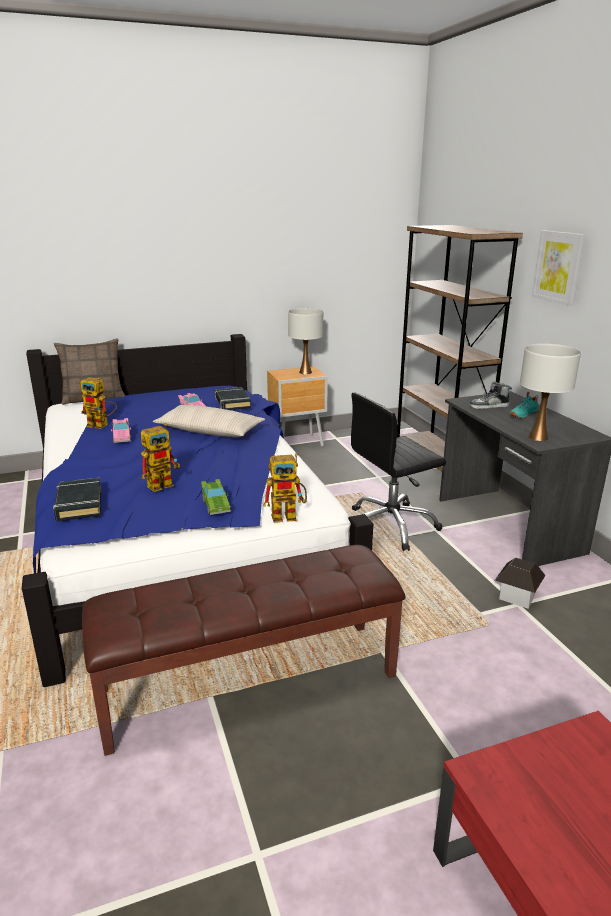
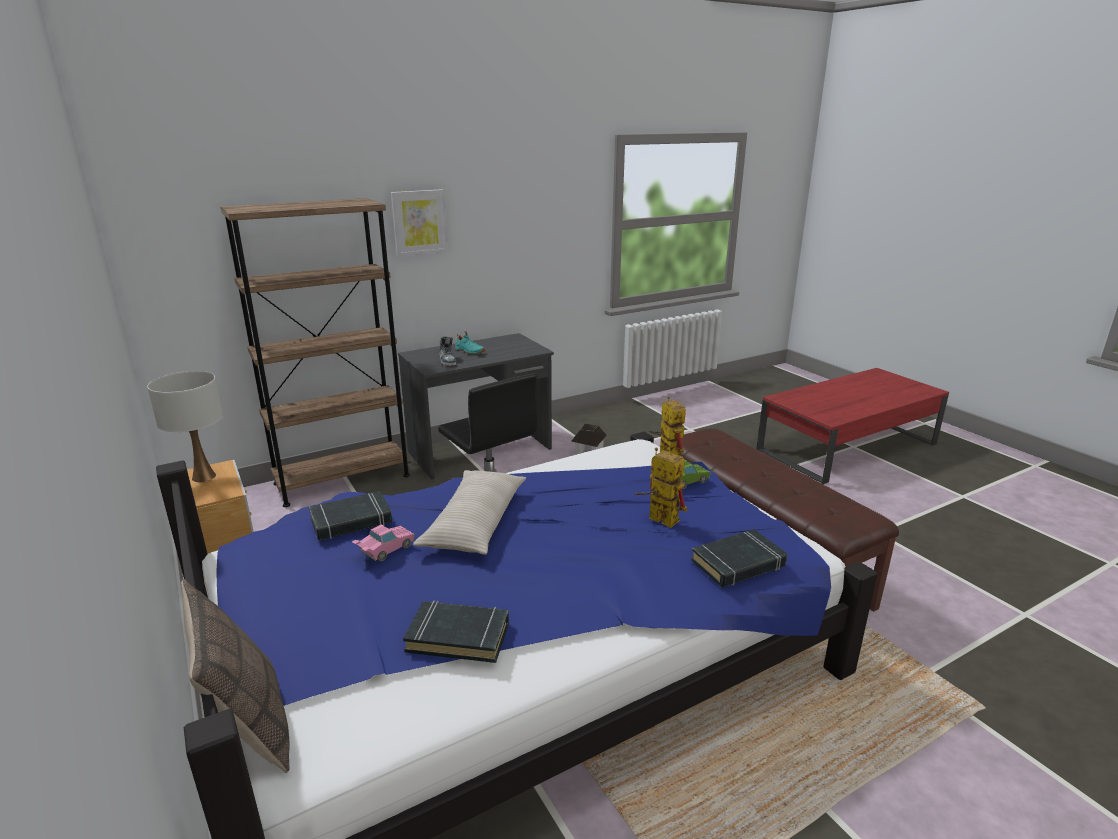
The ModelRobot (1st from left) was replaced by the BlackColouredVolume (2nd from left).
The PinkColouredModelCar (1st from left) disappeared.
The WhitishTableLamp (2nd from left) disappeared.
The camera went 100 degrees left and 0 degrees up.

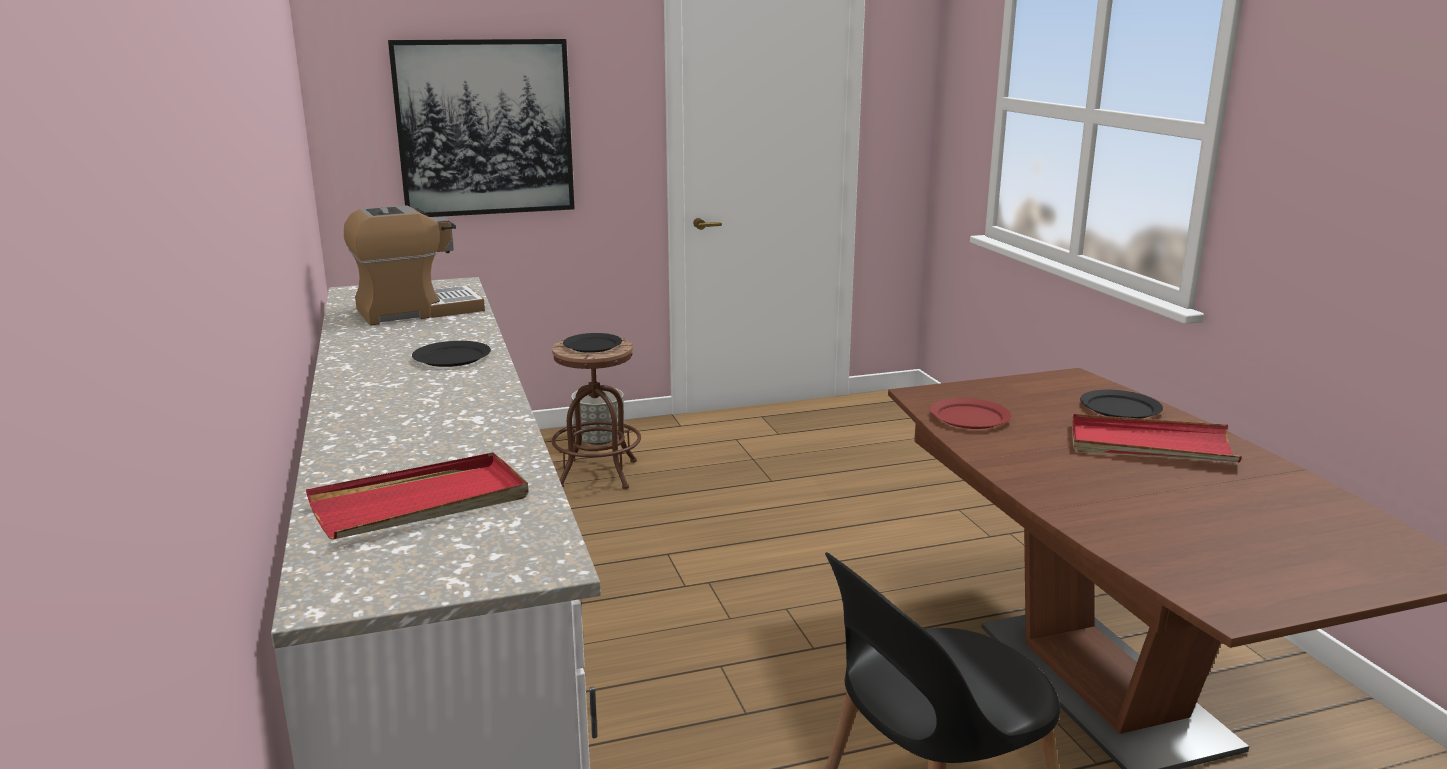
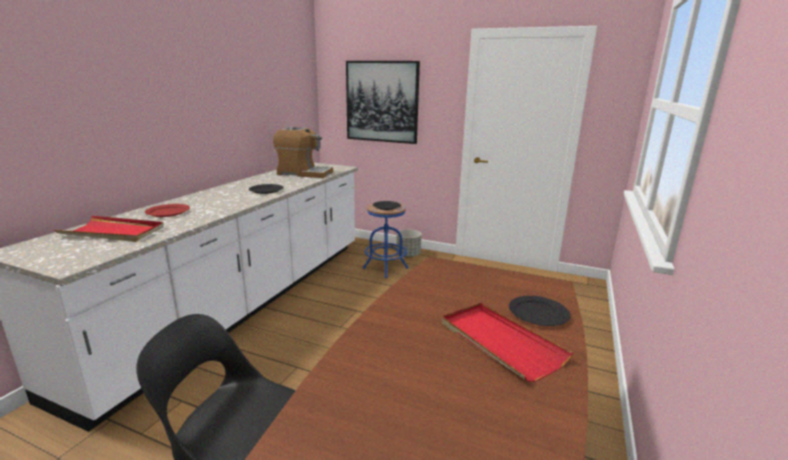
The BrownishStoolSeat became the BluishStoolSeat.
The RedPlate moved.
The camera went 40 degrees right and 0 degrees up.

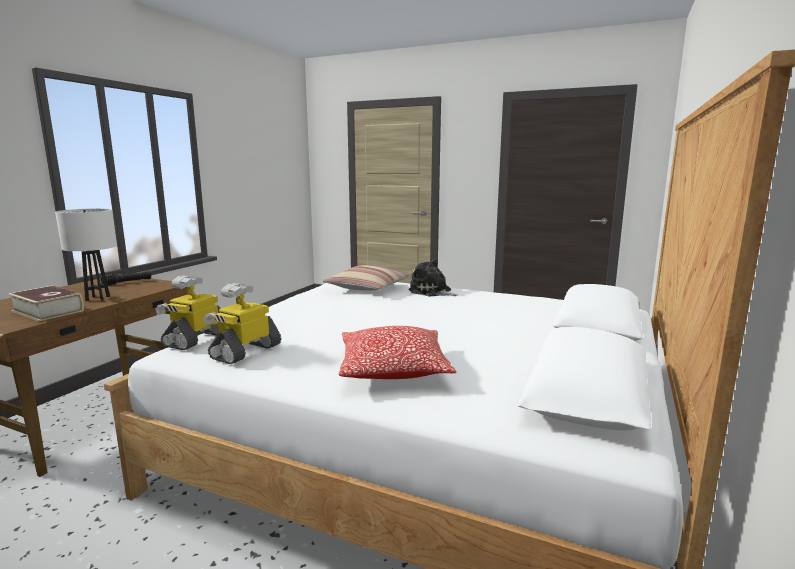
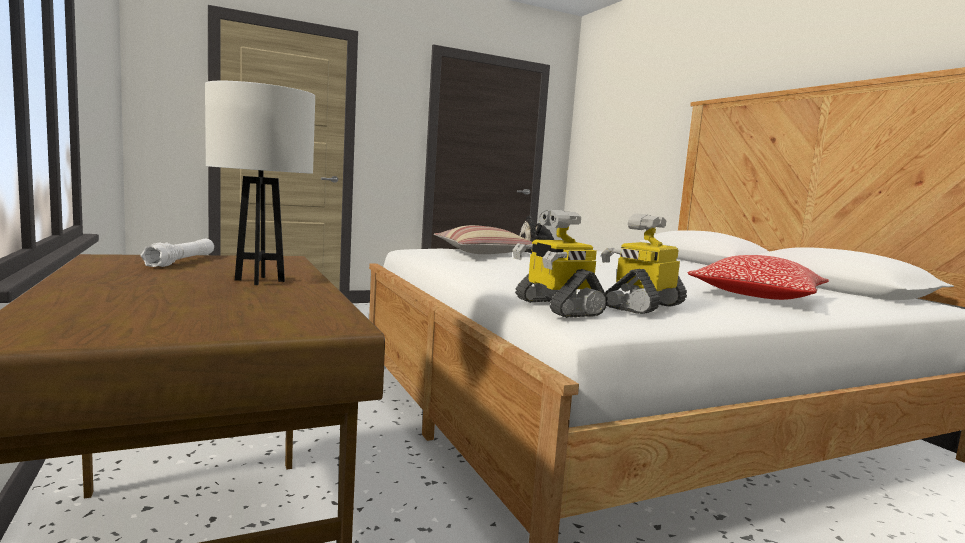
The Volume disappeared.
The BlackColouredTorch became the WhitishTorch.
The ModelRobot (2nd from left) turned 60 degrees clockwise.
The camera went 50 degrees left and 5 degrees down.

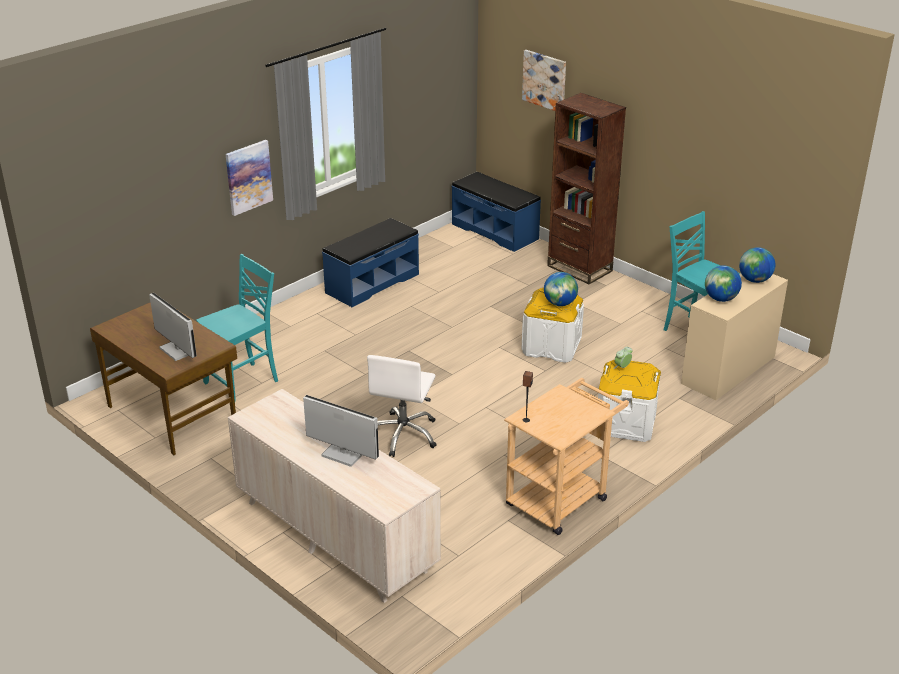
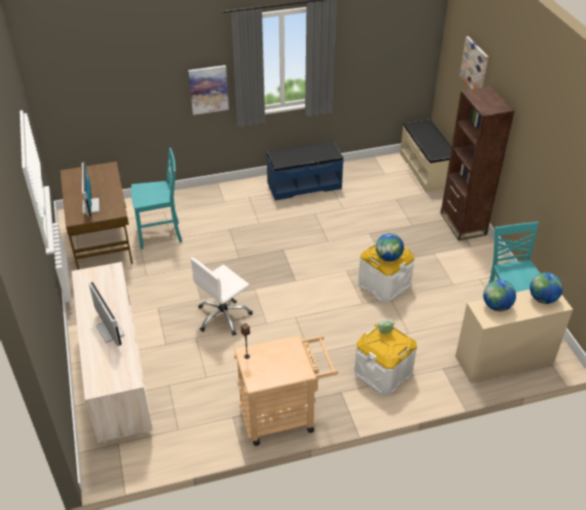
The BluishLongSeat (2nd from left) became the BeigeColouredLongSeat.
The camera went 30 degrees right and 10 degrees up.

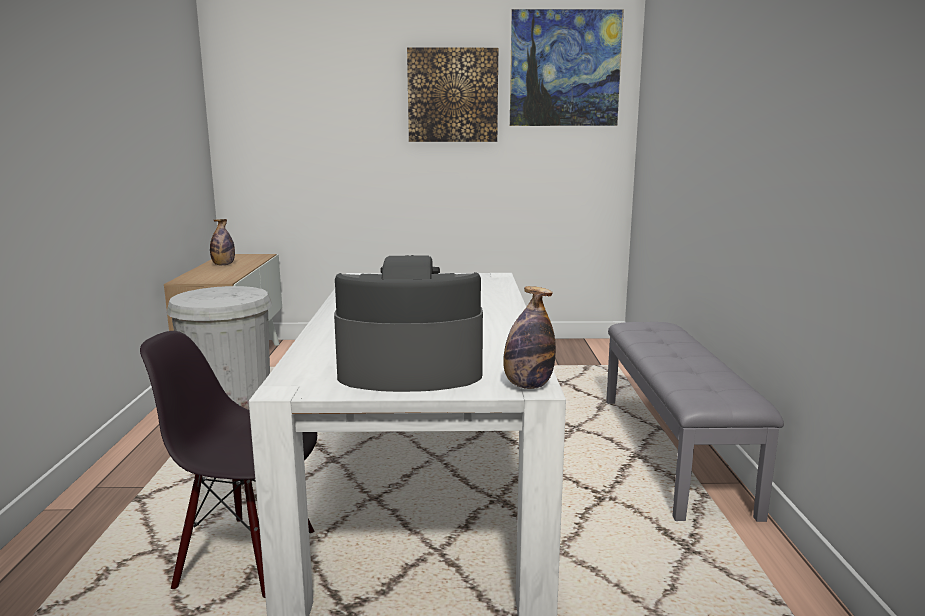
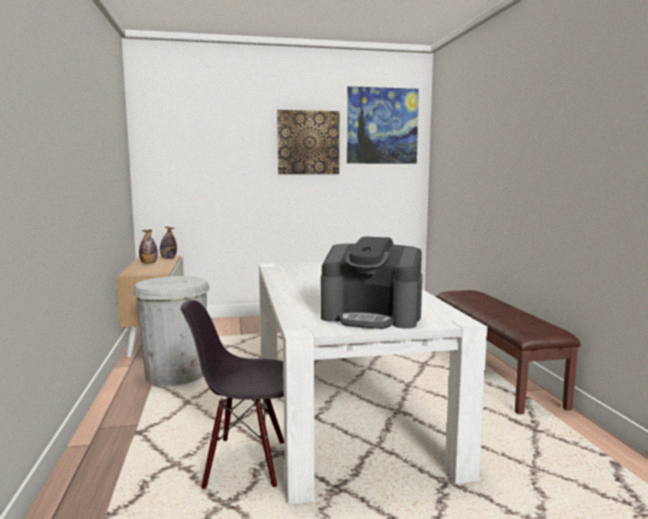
The CoffeeMachine turned 150 degrees counterclockwise.
The BeverageBottle (2nd from left) moved.
The GrayLongSeat became the BrownishLongSeat.
The camera went 10 degrees left and 5 degrees down.

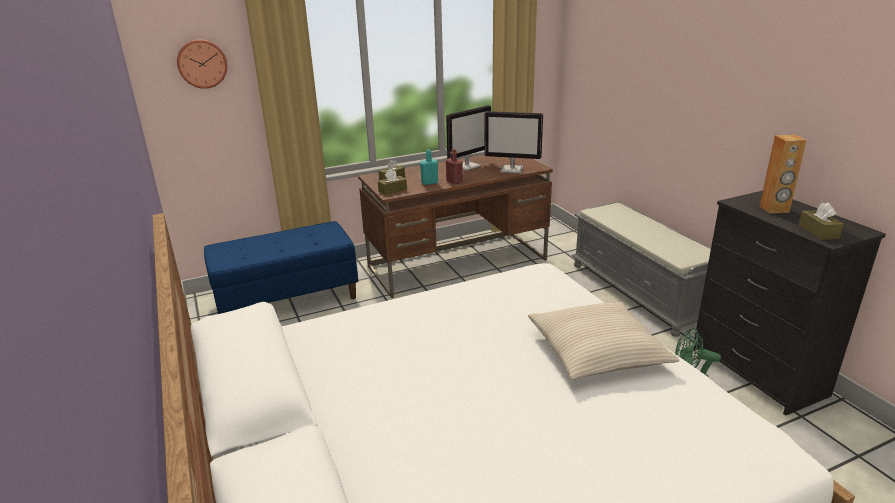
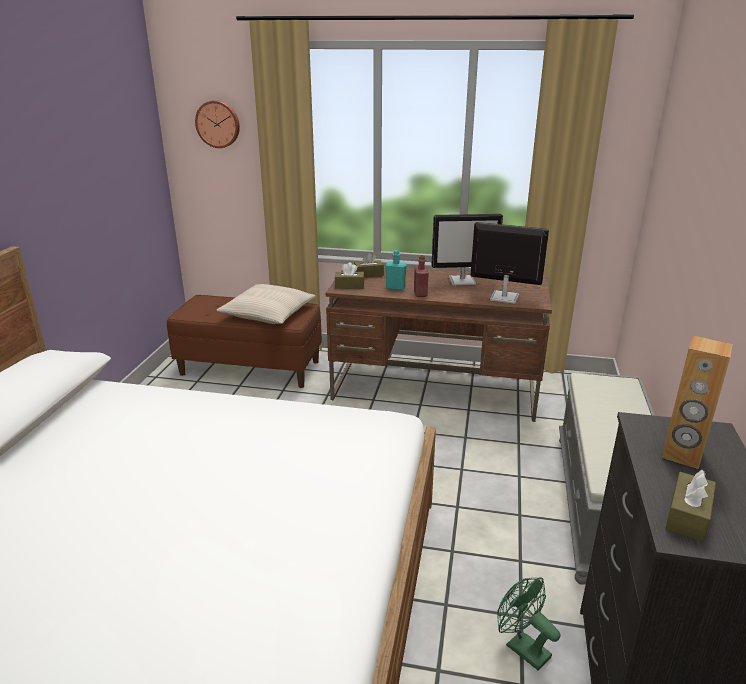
The BluishLongSeat became the BrownishLongSeat.
The Monitor (2nd from left) turned 150 degrees clockwise.
The BeigeColouredPillow moved.
The camera went 35 degrees right and 0 degrees up.

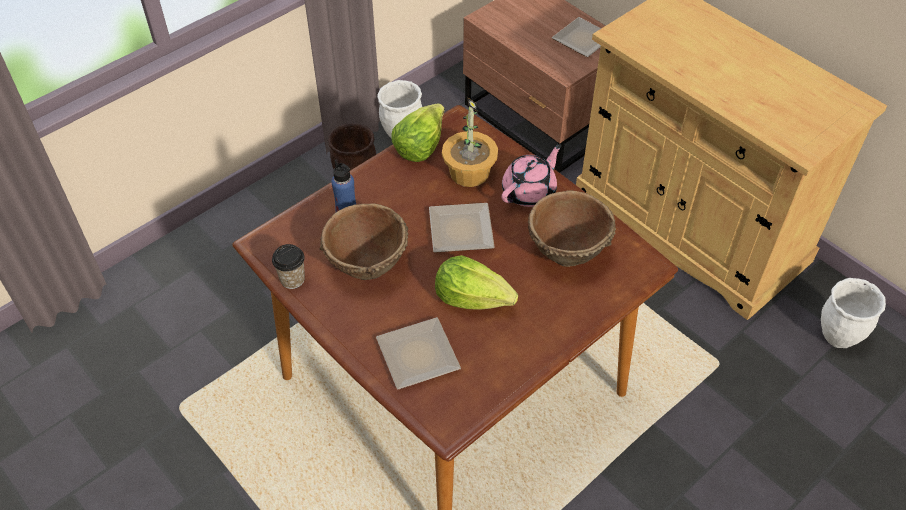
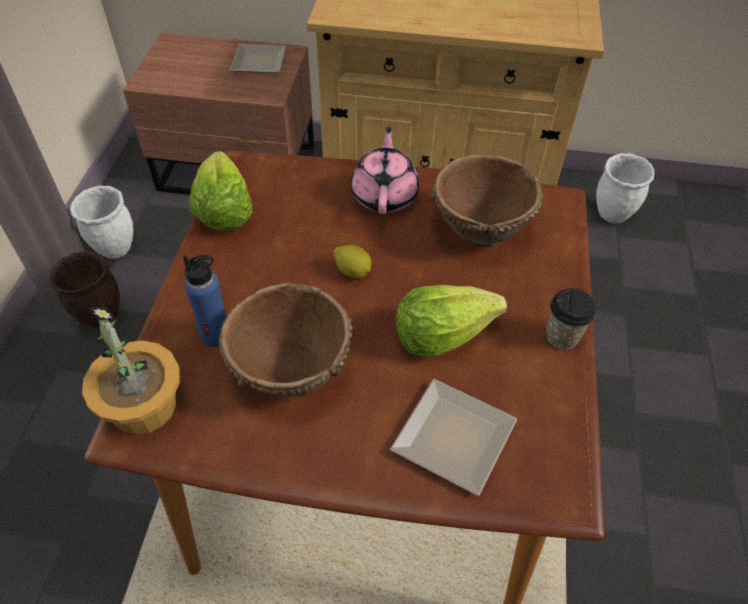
The DrinkingCup moved.
The Plate (2nd from left) was replaced by the Lemon.
The PottedPlant moved.
The camera went 40 degrees left and 0 degrees up.

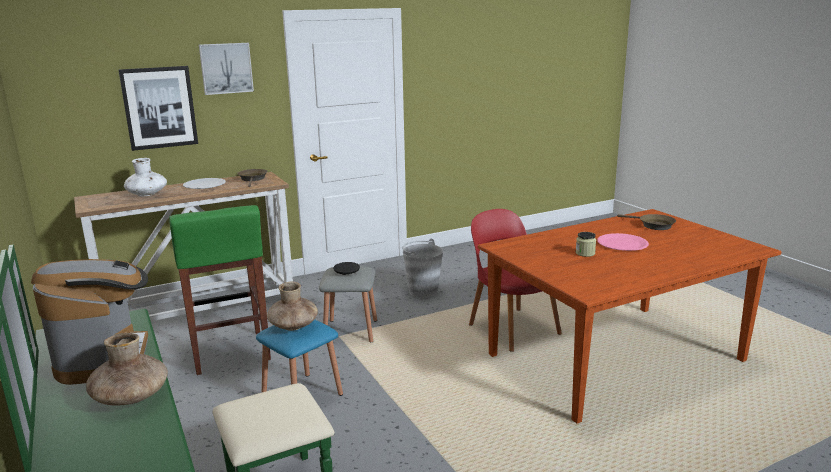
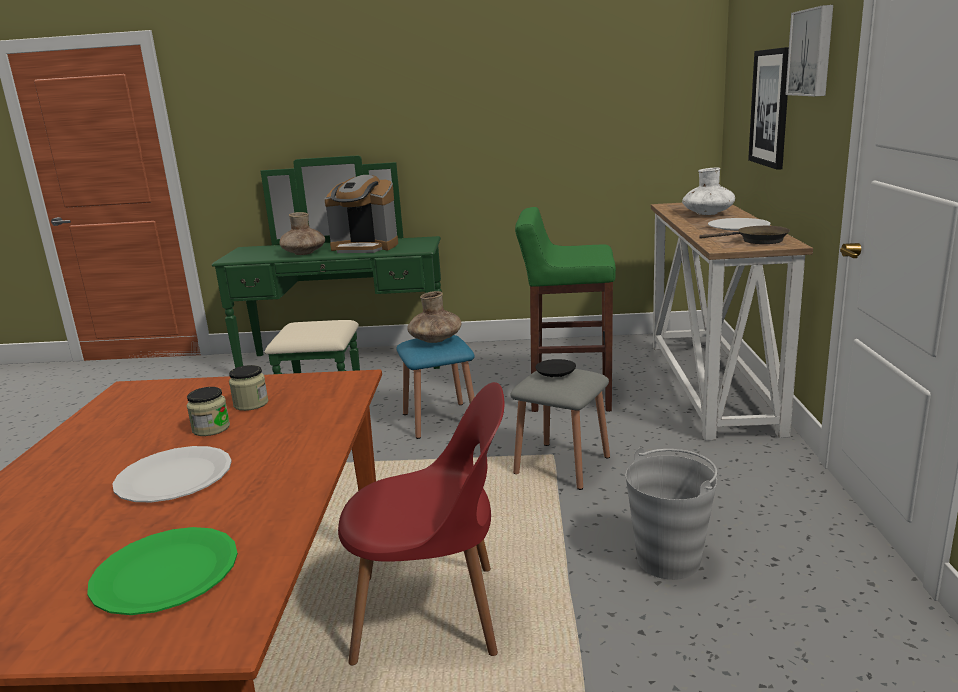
The PinkColouredPlate became the WhitishPlate (1st from left).
The BrownishPan (2nd from left) was replaced by the GreenishPlate.
The StorageJar (2nd from left) appeared.
The camera went 120 degrees right and 0 degrees up.

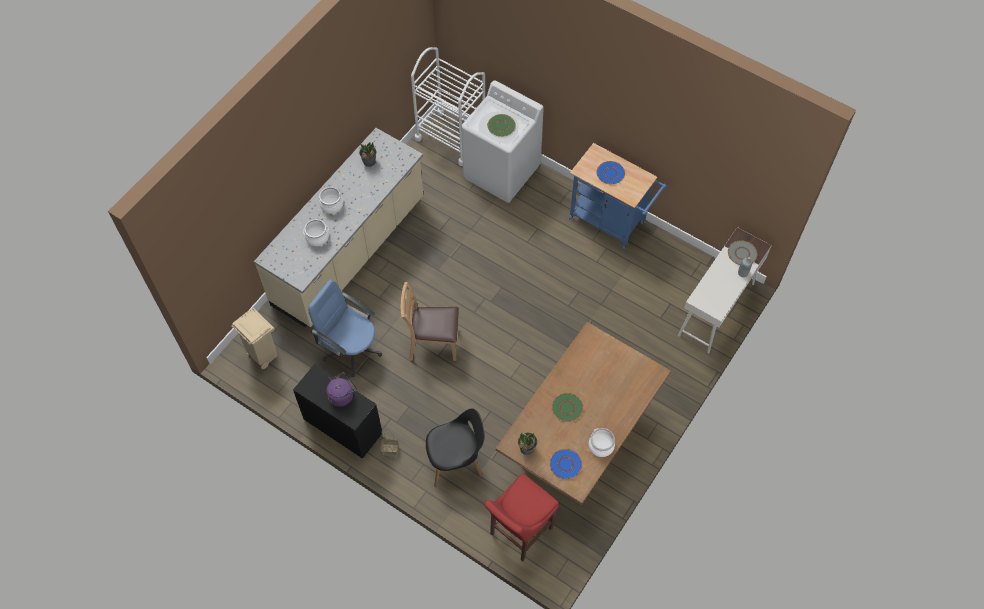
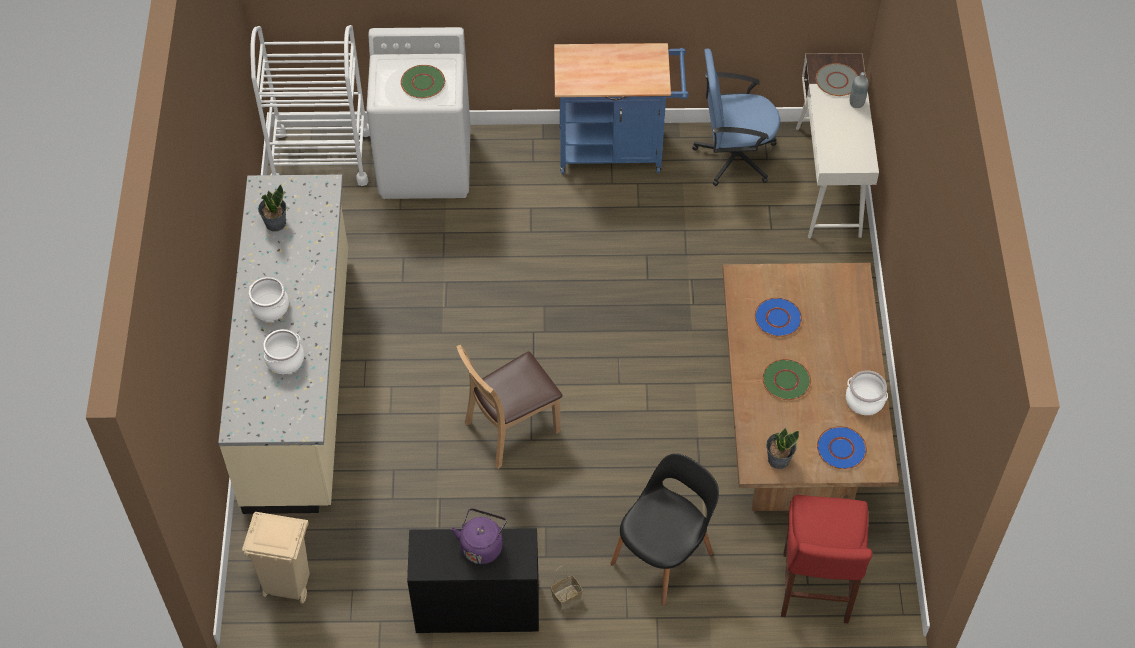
The BluishOfficeChair moved.
The BluishPlate (2nd from left in the first image) moved.
The camera went 35 degrees left and 5 degrees down.

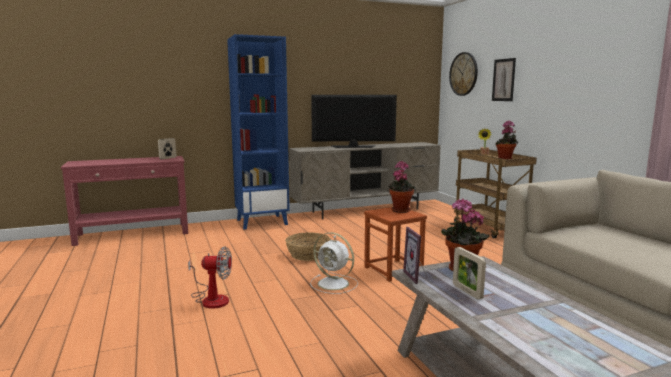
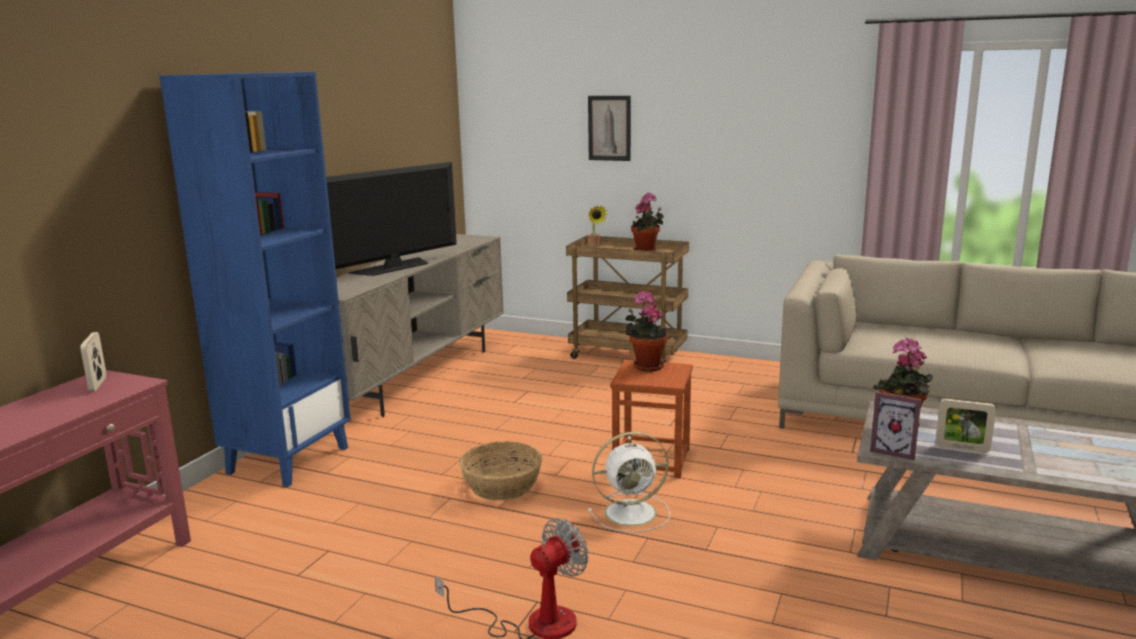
The WallClock disappeared.
The camera went 45 degrees left and 5 degrees up.

